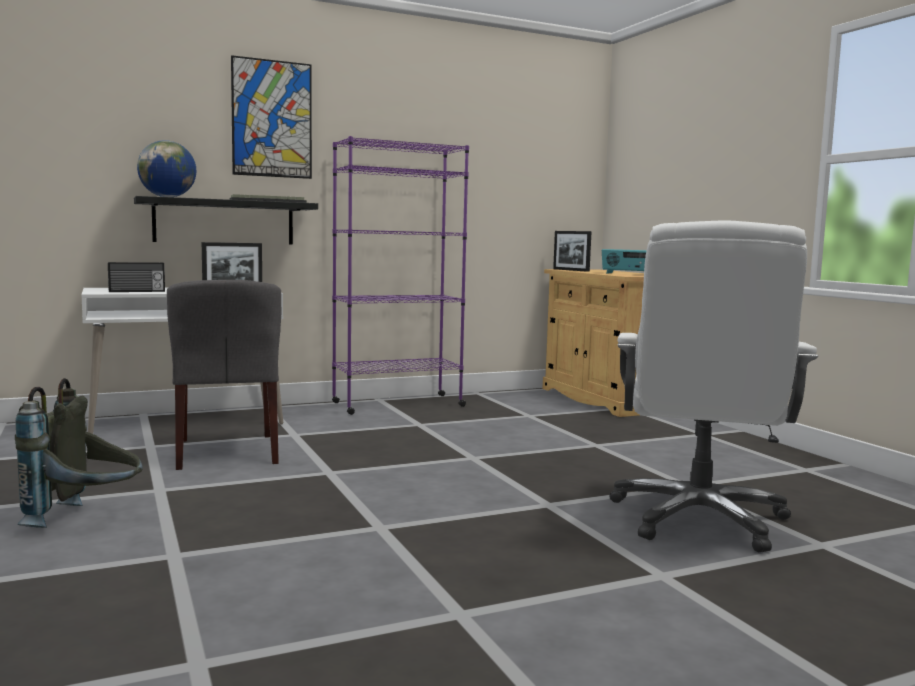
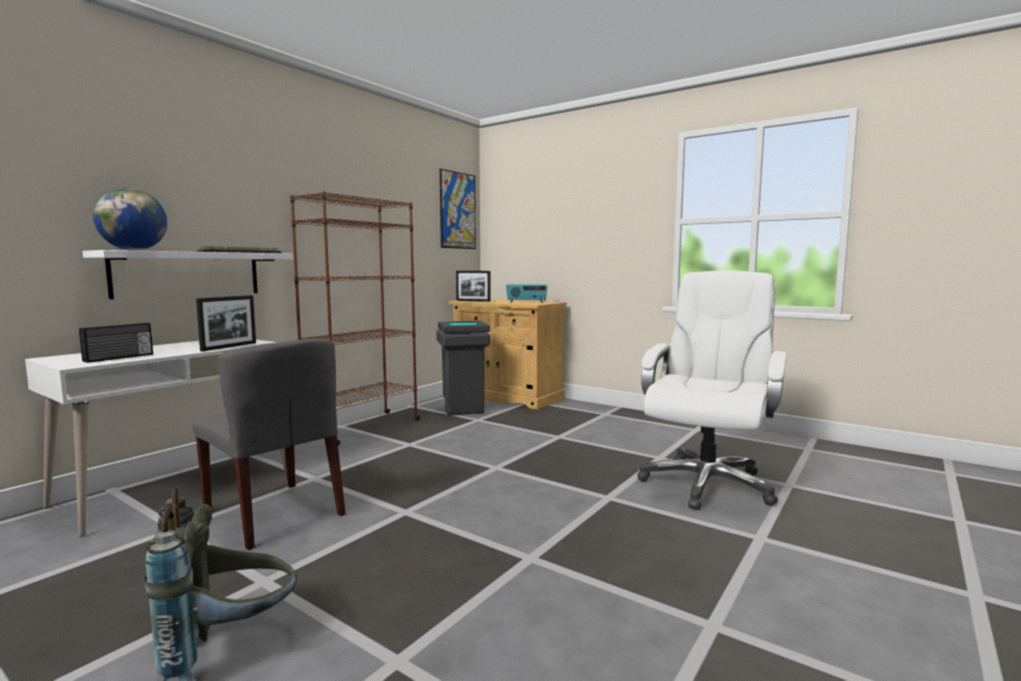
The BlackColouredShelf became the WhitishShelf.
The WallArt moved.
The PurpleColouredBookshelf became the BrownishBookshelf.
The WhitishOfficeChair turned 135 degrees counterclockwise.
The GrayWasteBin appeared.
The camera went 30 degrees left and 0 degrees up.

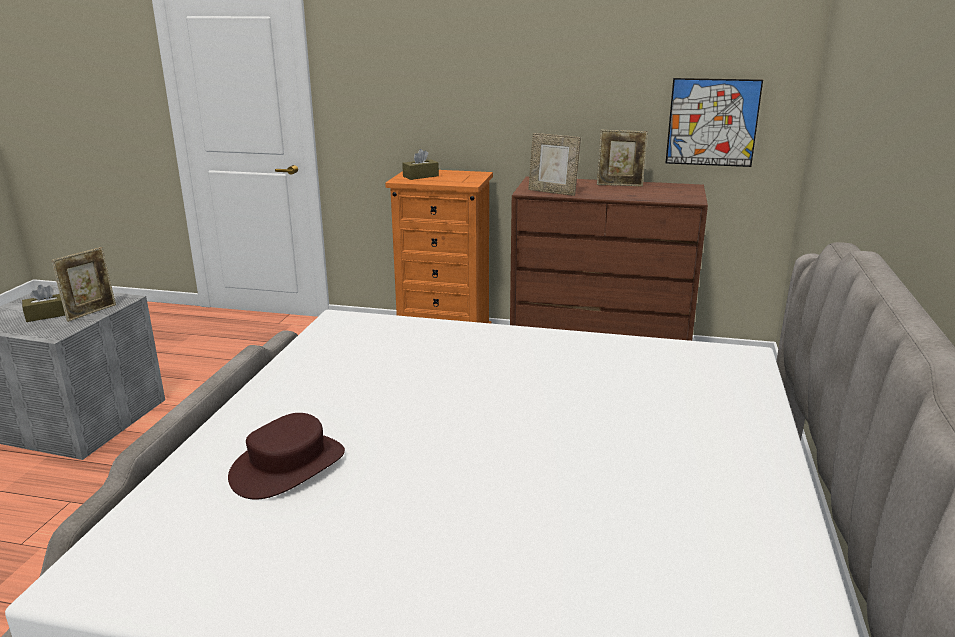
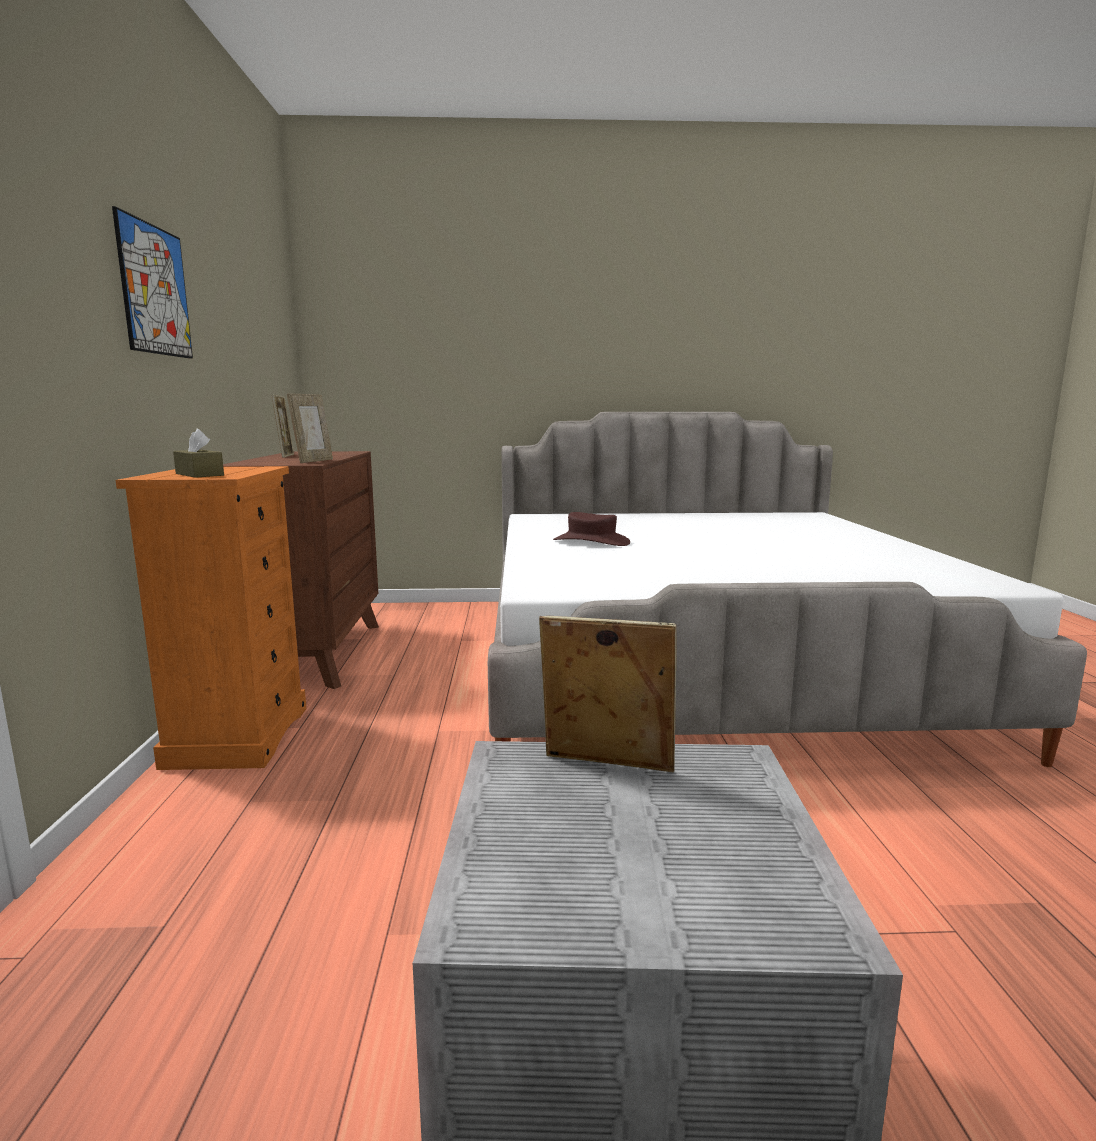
The BrownishBoxOfTissues (1st from left) disappeared.
The BrownishHat moved.
The WallArt moved.
The camera went 105 degrees left and 10 degrees down.

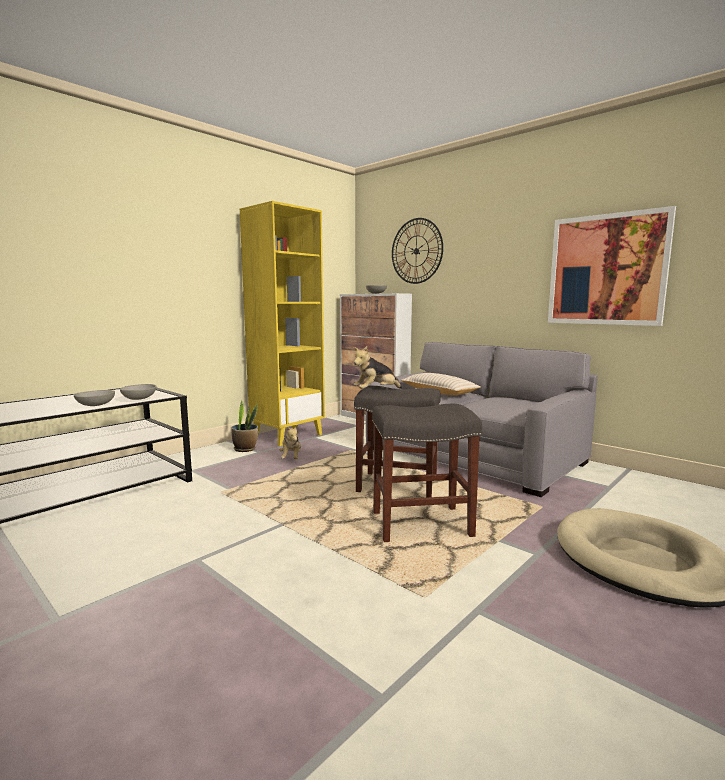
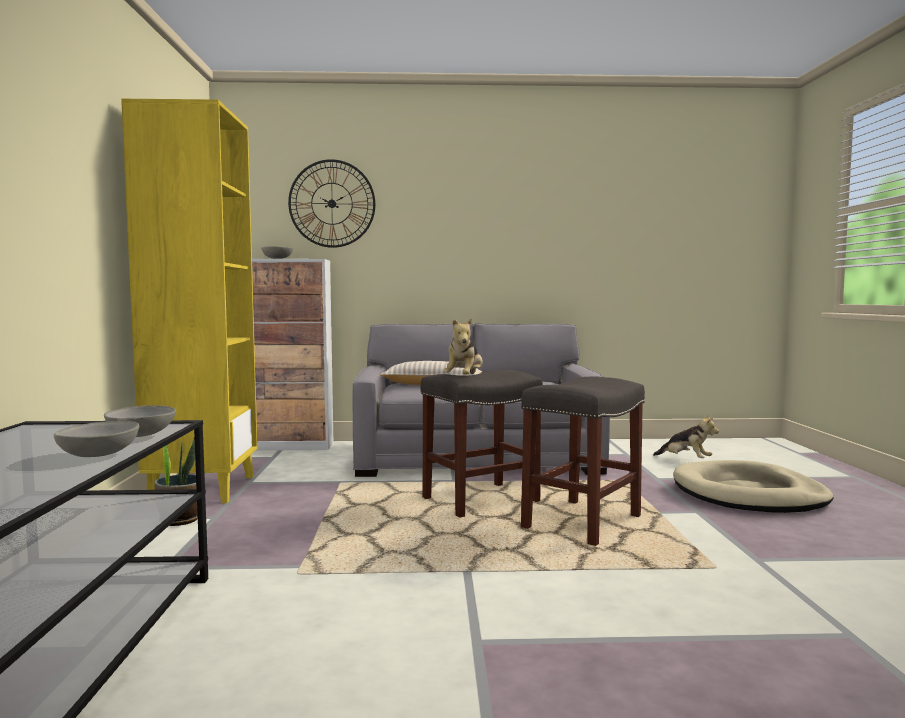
The SoftToy (1st from left in the first image) moved.
The WallArt disappeared.
The camera went 45 degrees left and 5 degrees down.

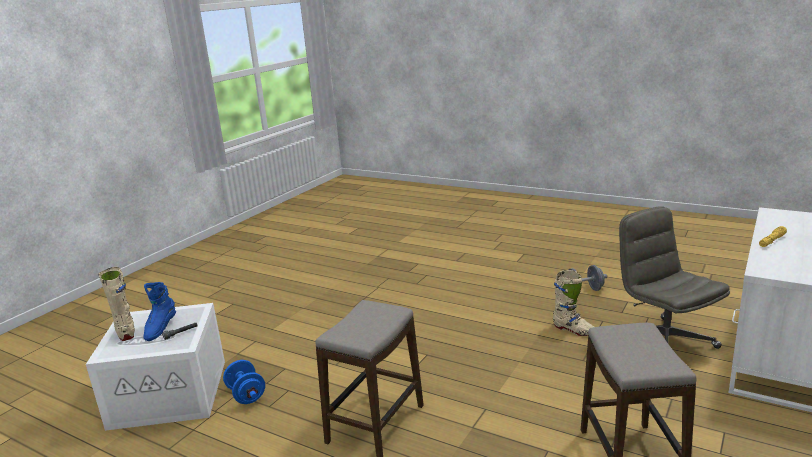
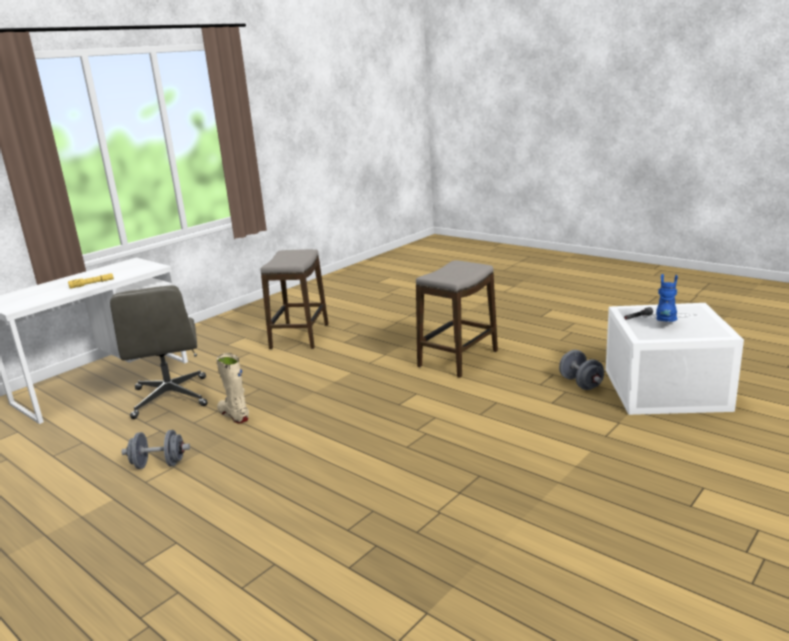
The BeigeColouredBoot (1st from left) disappeared.
The BluishHandWeight became the GrayHandWeight (2nd from left).
The camera went 170 degrees left and 0 degrees up.

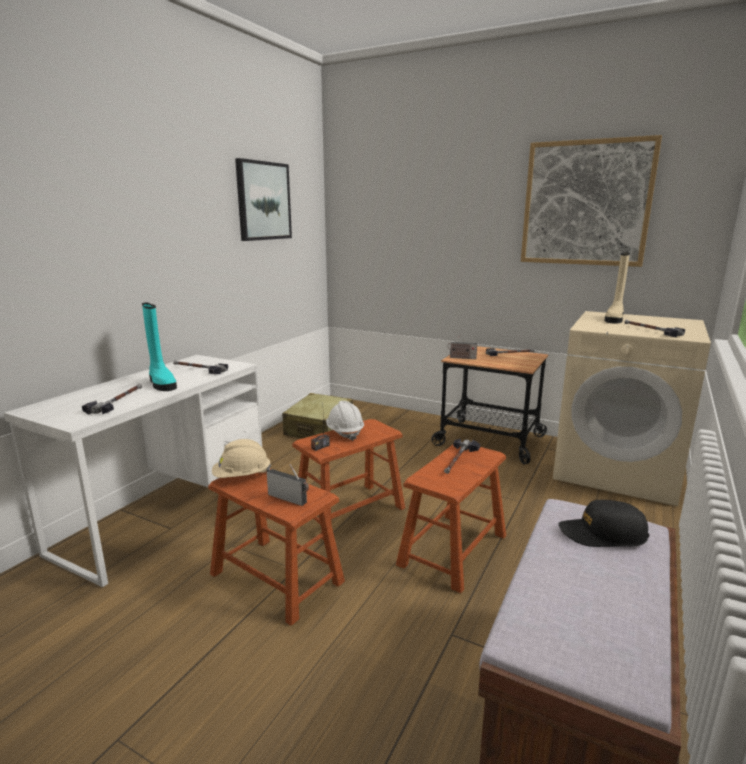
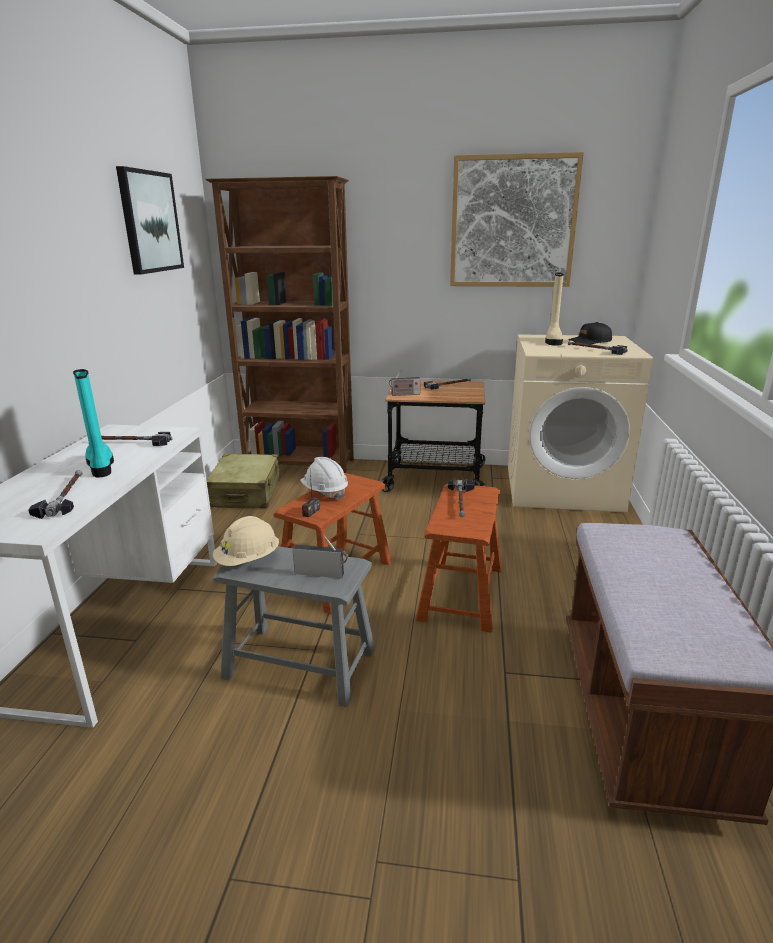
The BlueGreenBoot turned 150 degrees counterclockwise.
The BrownishStoolSeat (1st from left) became the GrayStoolSeat.
The BlackColouredPeakedCap moved.
The BrownishBookshelf appeared.
The camera went 20 degrees left and 5 degrees up.

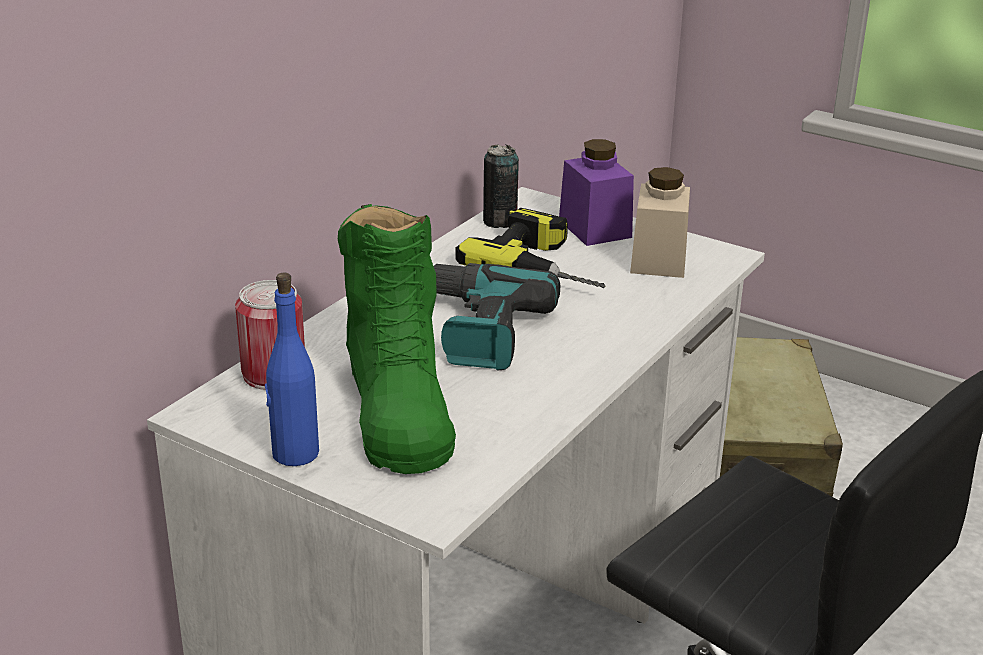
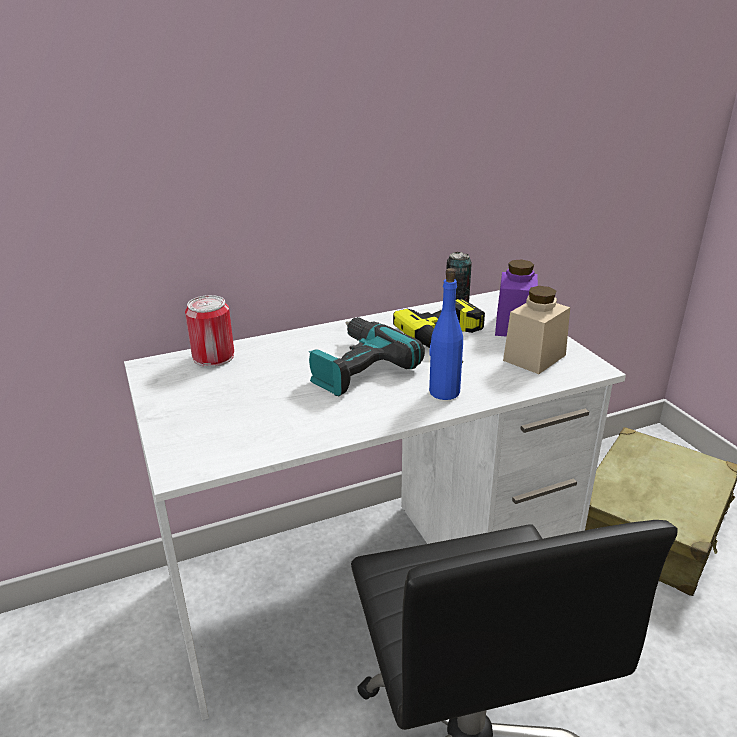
The BluishBeverageBottle moved.
The GreenishBoot disappeared.
The camera went 35 degrees right and 0 degrees up.

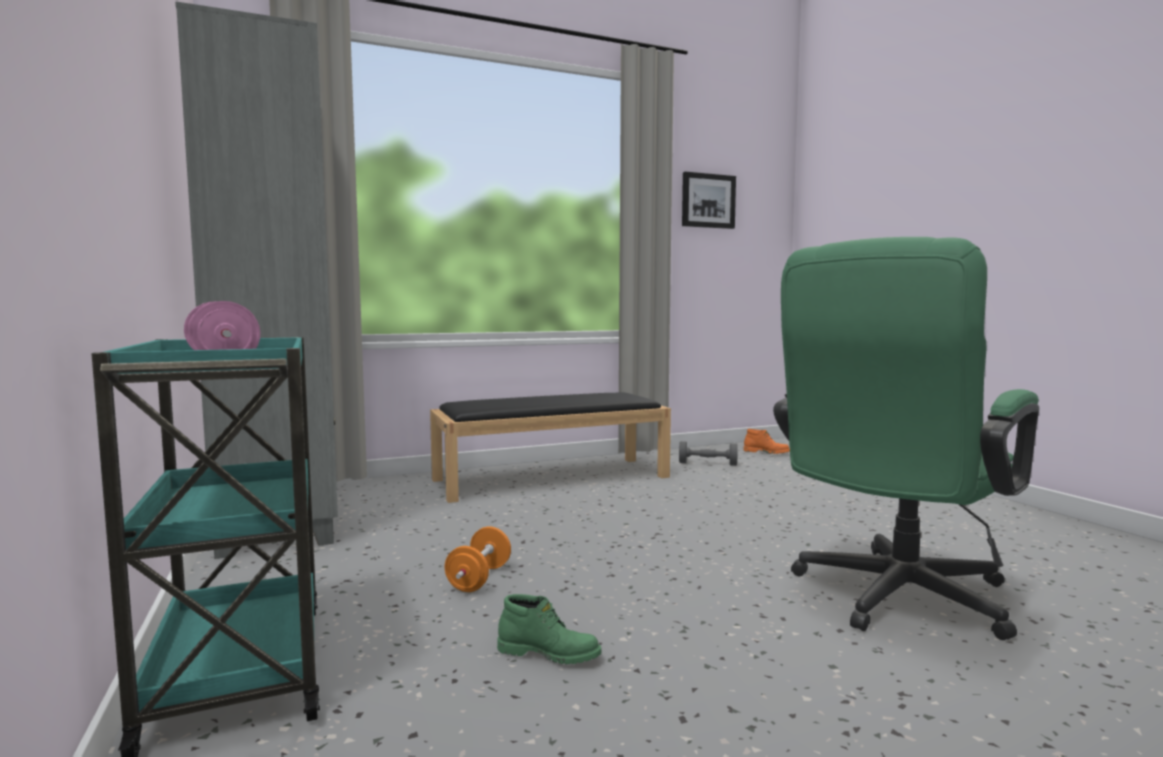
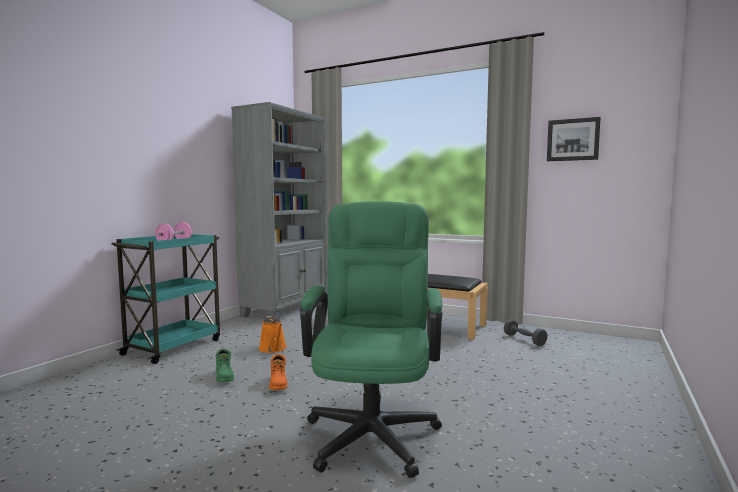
The OrangeColouredHandWeight was replaced by the OrangeColouredSprinklingCan.
The OrangeColouredBoot moved.
The GreenishOfficeChair turned 90 degrees clockwise.
The camera went 50 degrees right and 0 degrees up.

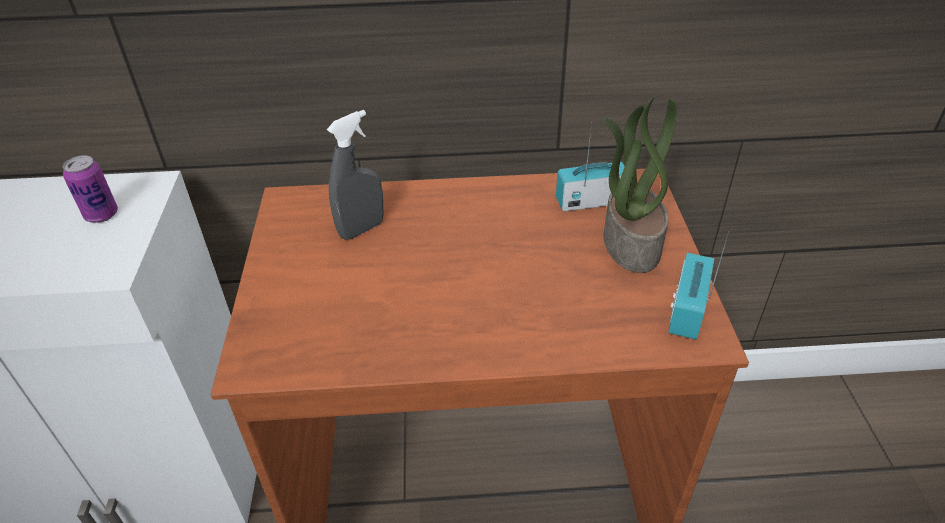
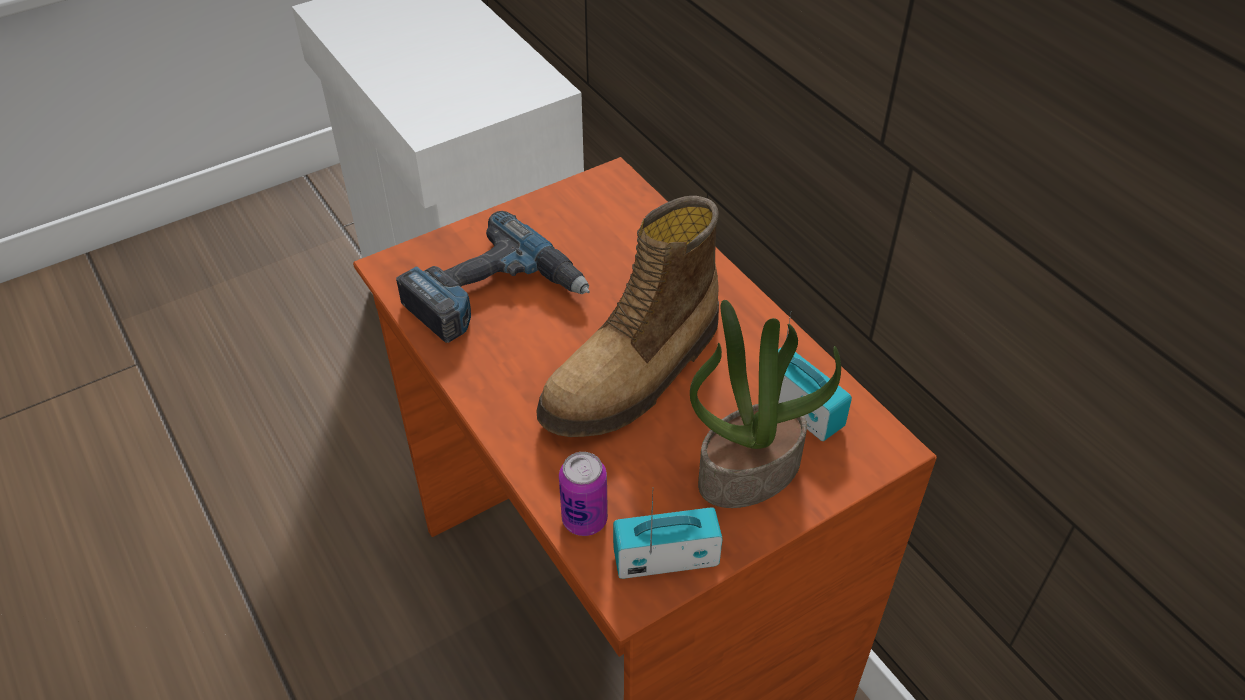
The MetalCan moved.
The GrayHandSprayer disappeared.
The PowerDrill appeared.
The Boot appeared.
The camera went 60 degrees right and 5 degrees up.

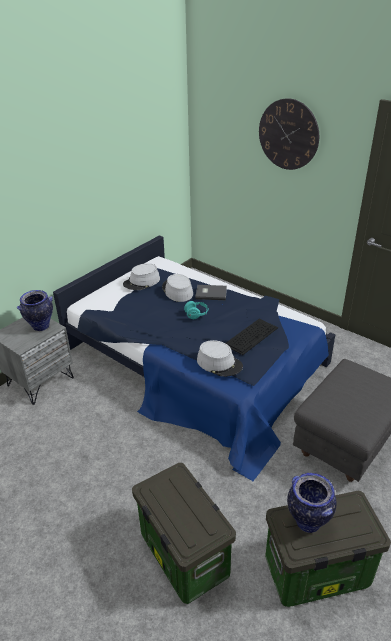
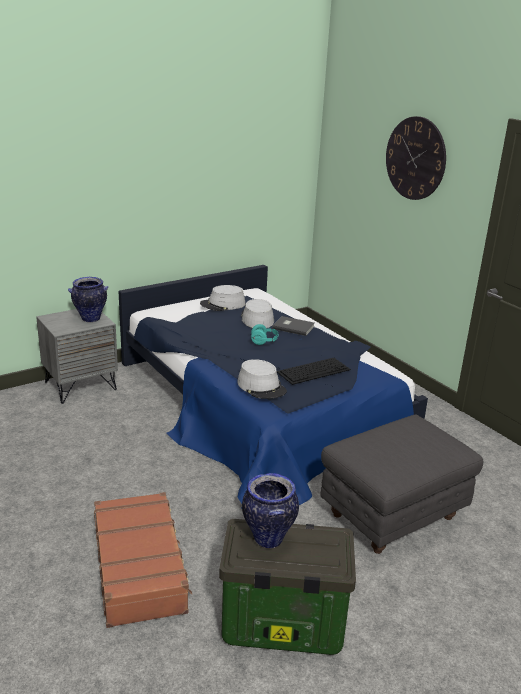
The StorageBin (1st from left) was replaced by the BrownishPieceOfLuggage.
The camera went 15 degrees right and 10 degrees down.

